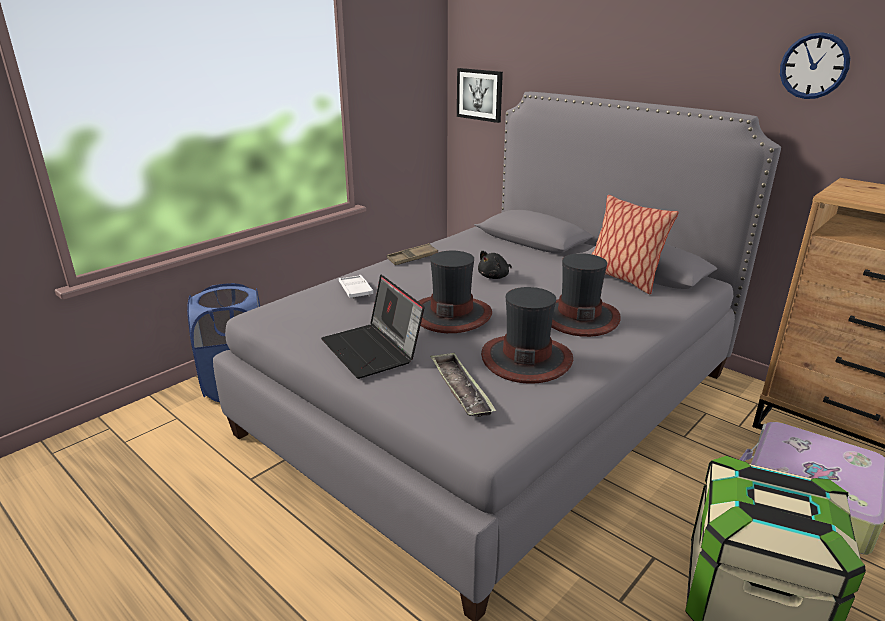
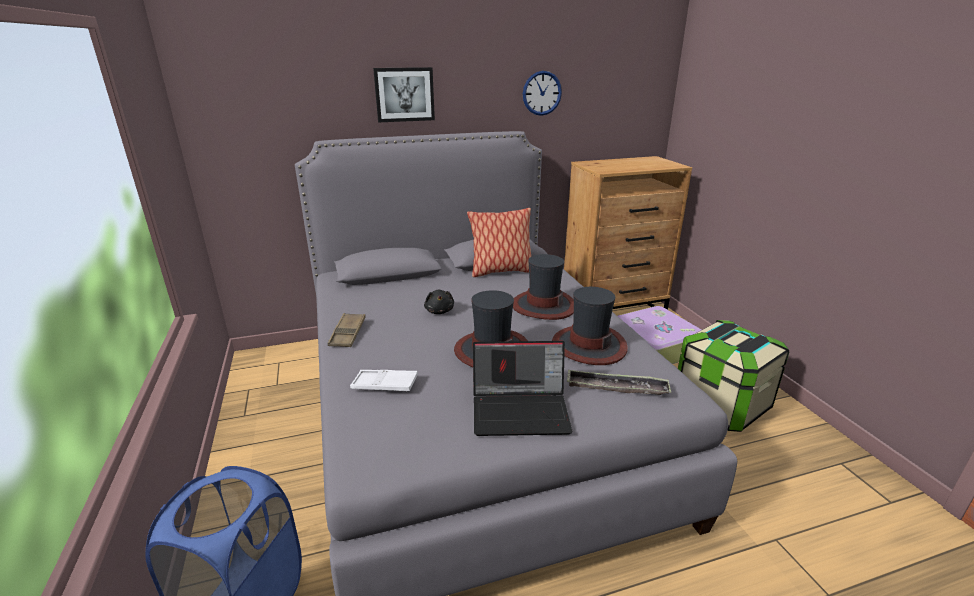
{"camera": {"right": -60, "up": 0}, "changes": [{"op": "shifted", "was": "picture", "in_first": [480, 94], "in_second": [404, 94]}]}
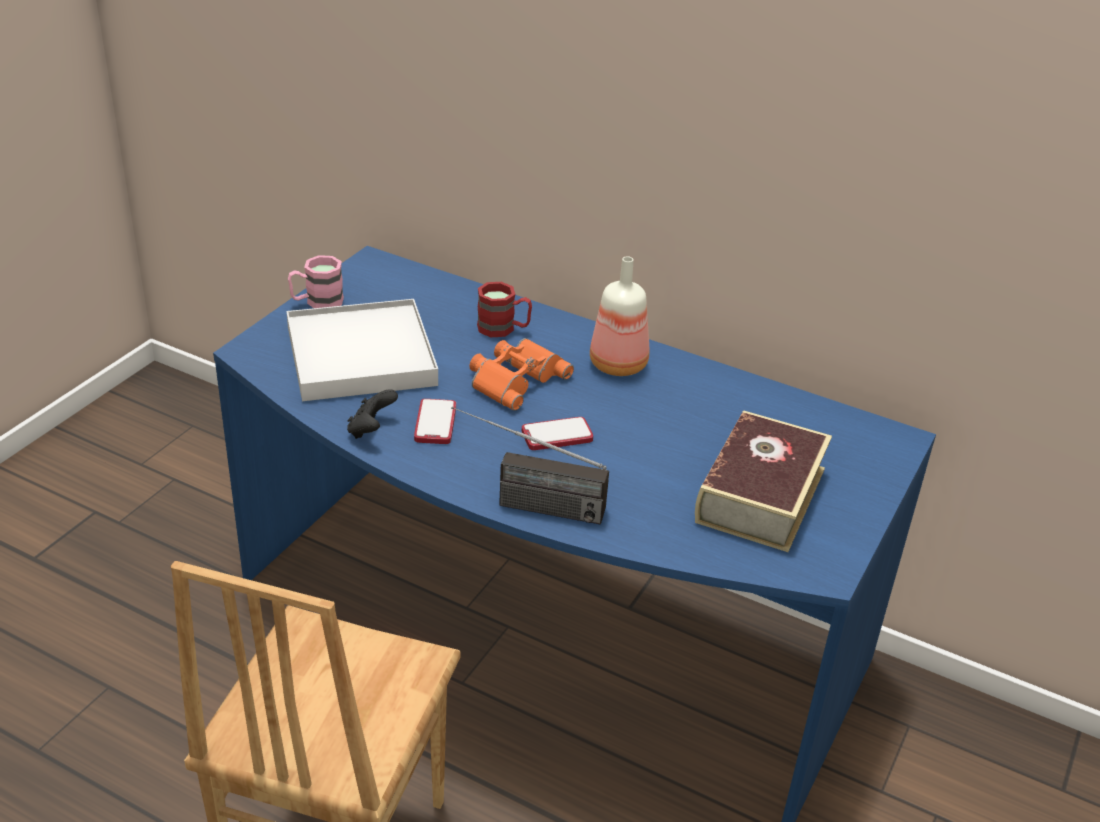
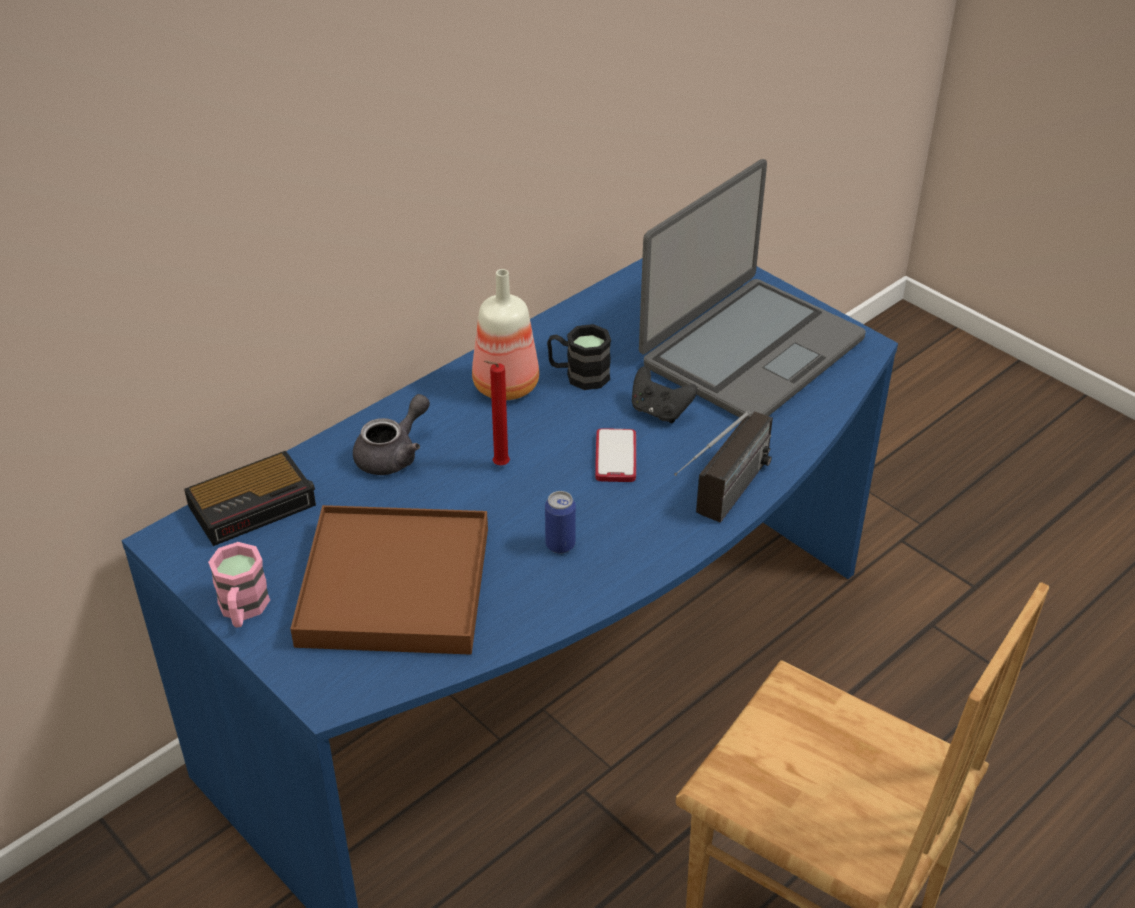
{"camera": {"right": -70, "up": 5}, "changes": [{"op": "swapped", "was": "red mug", "now": "grey teapot", "in_first": [503, 328], "in_second": [393, 454]}, {"op": "repainted", "was": "white tray", "now": "brown tray", "in_first": [361, 356], "in_second": [394, 586]}, {"op": "swapped", "was": "orange binoculars", "now": "red candle", "in_first": [515, 378], "in_second": [498, 466]}, {"op": "shifted", "was": "black game controller", "in_first": [371, 430], "in_second": [659, 411]}, {"op": "swapped", "was": "phone", "now": "can", "in_first": [435, 423], "in_second": [560, 544]}, {"op": "swapped", "was": "book", "now": "laptop", "in_first": [760, 495], "in_second": [750, 351]}, {"op": "new", "now": "black mug", "in_second": [578, 375]}, {"op": "new", "now": "alarm clock", "in_second": [254, 504]}]}
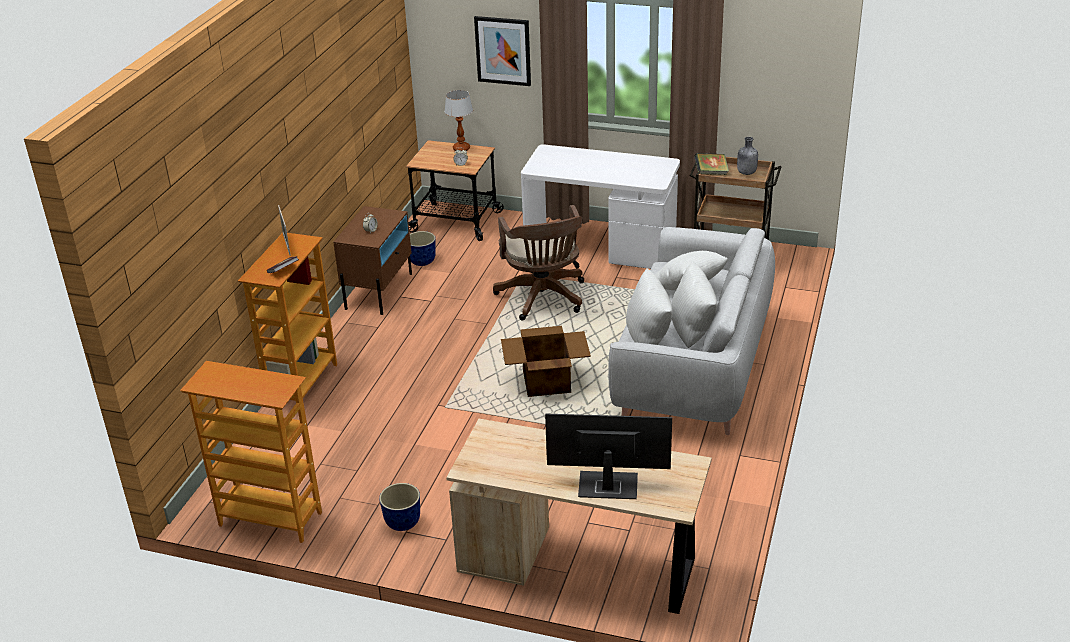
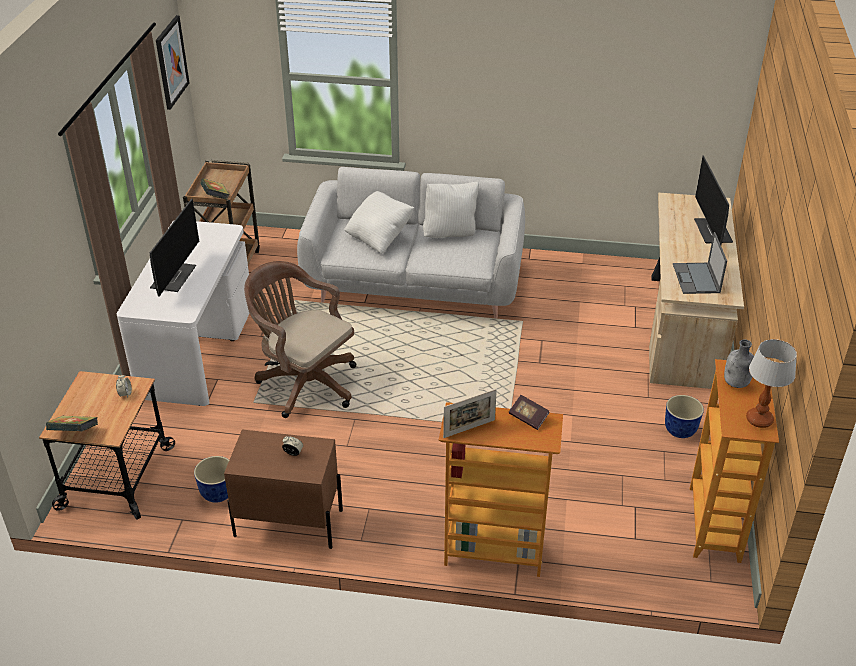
{"camera": {"right": -100, "up": 5}, "changes": [{"op": "shifted", "was": "picture", "in_first": [503, 50], "in_second": [171, 62]}, {"op": "shifted", "was": "table lamp", "in_first": [461, 148], "in_second": [759, 419]}, {"op": "shifted", "was": "grey bottle", "in_first": [746, 173], "in_second": [736, 383]}, {"op": "rotated", "was": "brown office chair", "in_first": [543, 299], "in_second": [304, 382], "clockwise": -120}, {"op": "gone", "was": "white pillow", "in_first": [649, 340]}, {"op": "gone", "was": "cardboard box", "in_first": [545, 382]}, {"op": "new", "now": "monitor", "in_second": [174, 277]}, {"op": "new", "now": "laptop", "in_second": [696, 279]}, {"op": "new", "now": "book", "in_second": [75, 433]}]}
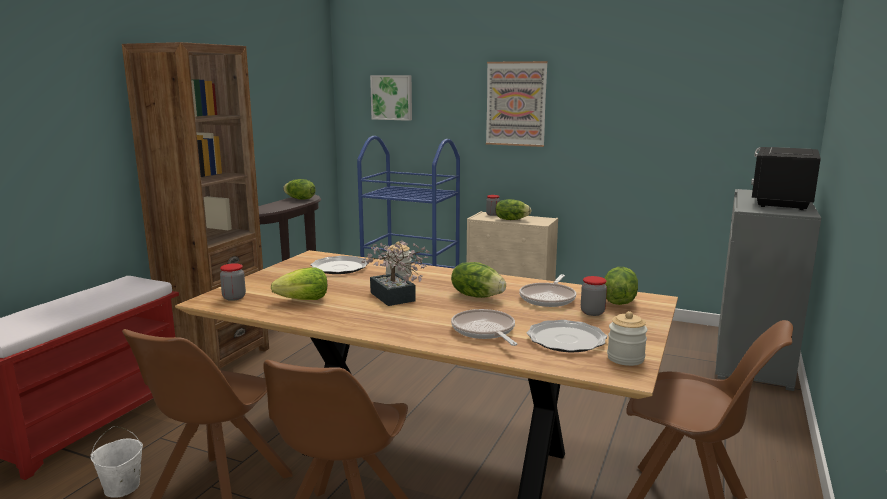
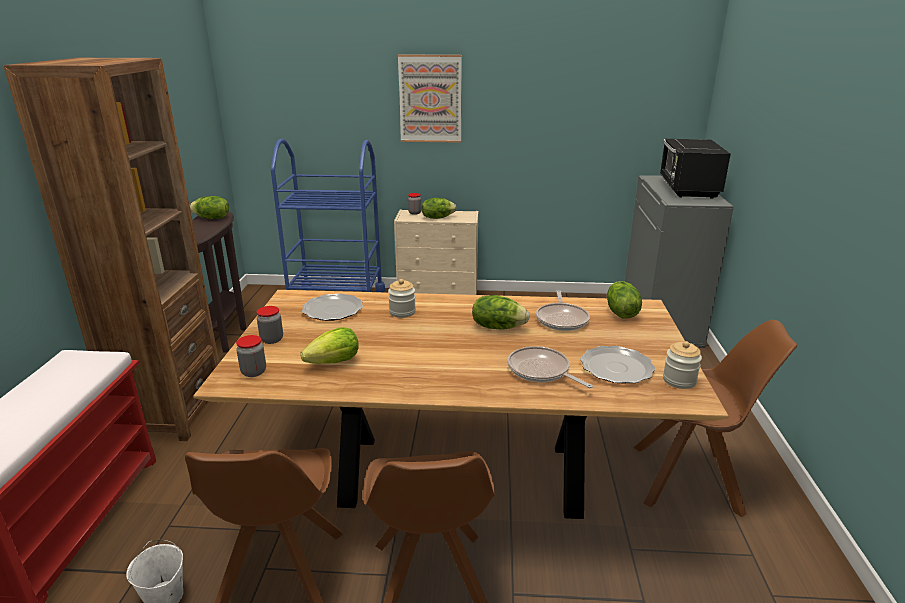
{"camera": {"right": -20, "up": 10}, "changes": [{"op": "gone", "was": "picture", "in_first": [392, 97]}, {"op": "gone", "was": "potted plant", "in_first": [394, 298]}, {"op": "shifted", "was": "jar", "in_first": [592, 312], "in_second": [272, 339]}]}
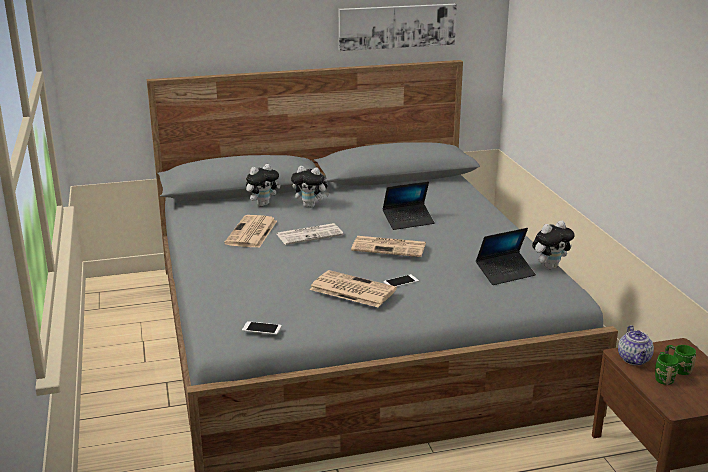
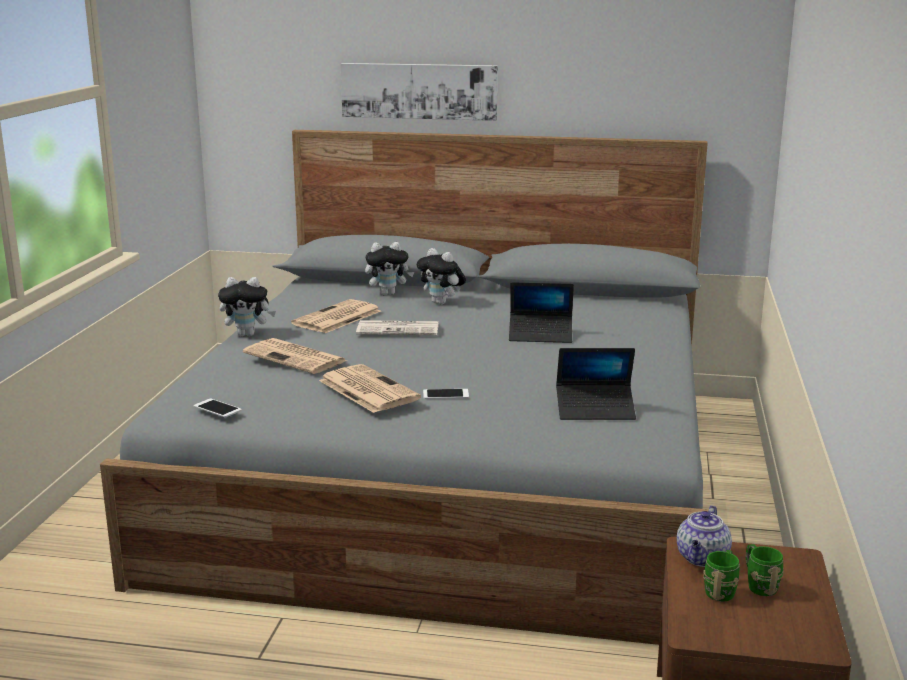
{"camera": {"right": 25, "up": -5}, "changes": [{"op": "shifted", "was": "picture", "in_first": [397, 26], "in_second": [419, 91]}, {"op": "shifted", "was": "plush toy", "in_first": [550, 266], "in_second": [248, 334]}, {"op": "shifted", "was": "newspaper", "in_first": [390, 247], "in_second": [296, 357]}]}
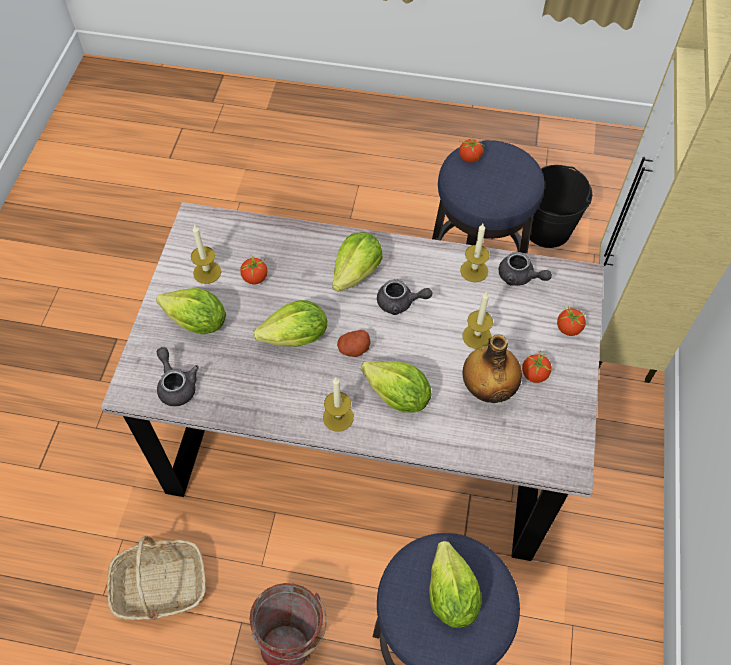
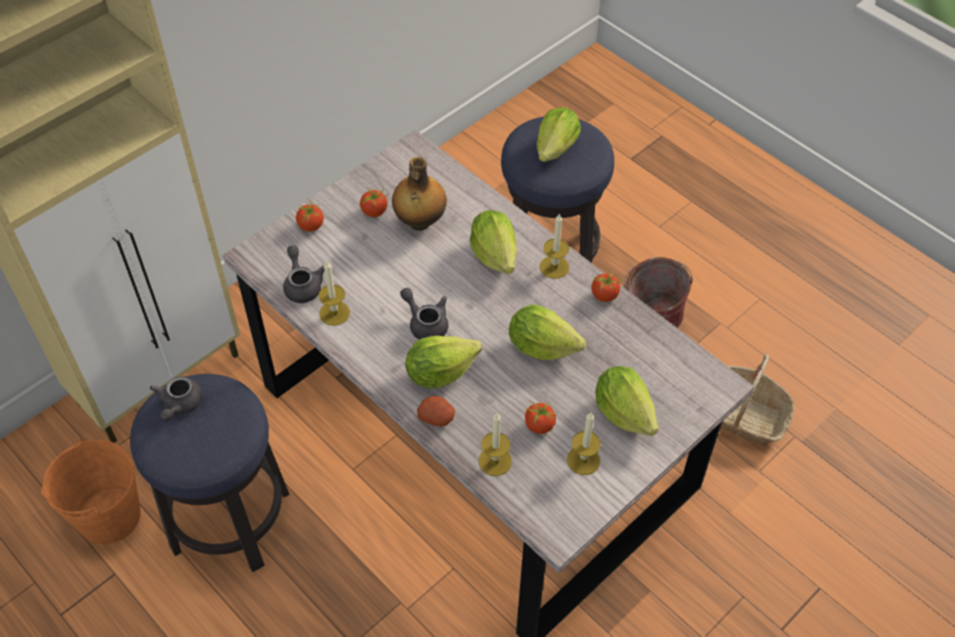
{"camera": {"right": -145, "up": -5}, "changes": [{"op": "shifted", "was": "tomato", "in_first": [469, 158], "in_second": [604, 295]}, {"op": "repainted", "was": "black bucket", "now": "orange bucket", "in_first": [547, 229], "in_second": [109, 516]}, {"op": "shifted", "was": "candle", "in_first": [476, 336], "in_second": [495, 461]}, {"op": "shifted", "was": "potato", "in_first": [354, 349], "in_second": [437, 417]}, {"op": "shifted", "was": "grey teapot", "in_first": [176, 385], "in_second": [180, 405]}]}
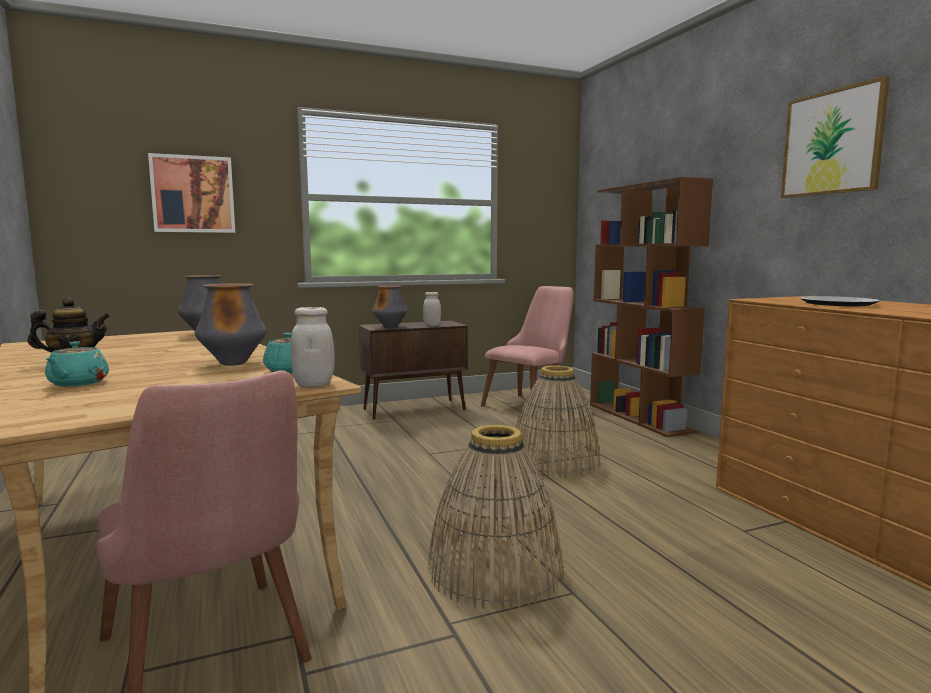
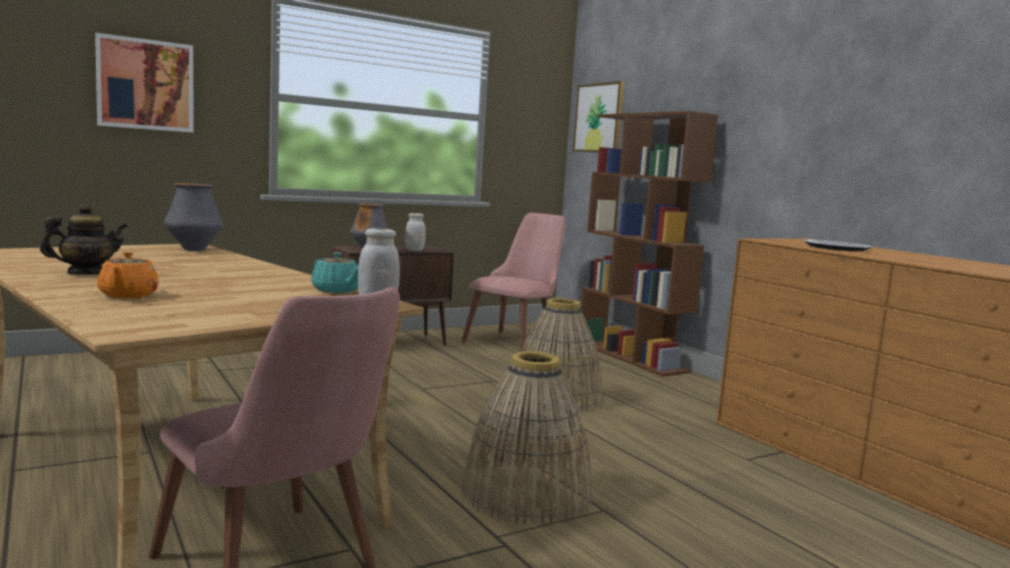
{"camera": {"right": -10, "up": 0}, "changes": [{"op": "shifted", "was": "picture", "in_first": [832, 142], "in_second": [599, 118]}, {"op": "gone", "was": "vase", "in_first": [233, 363]}, {"op": "repainted", "was": "turquoise teapot", "now": "orange teapot", "in_first": [77, 383], "in_second": [128, 295]}]}
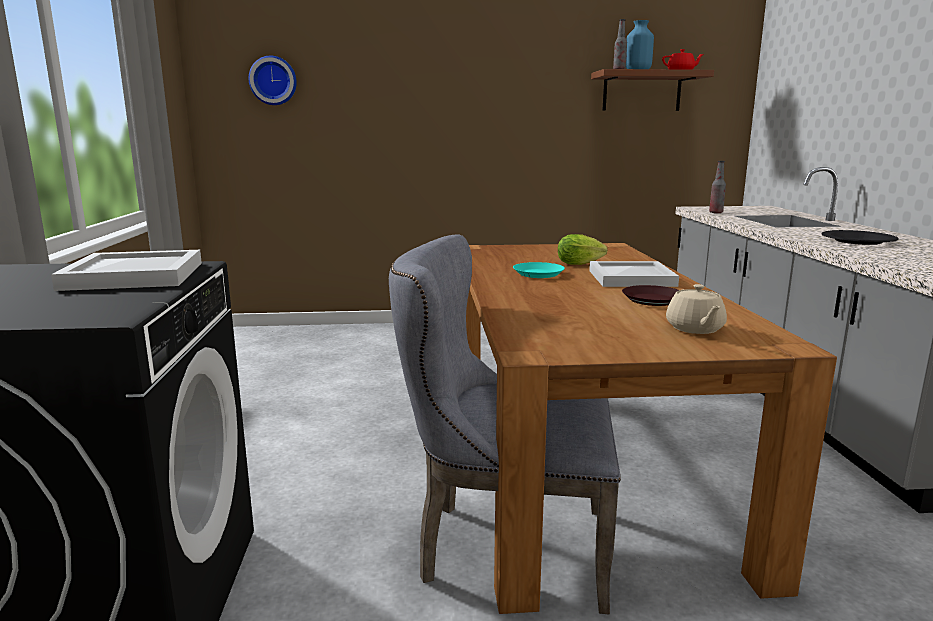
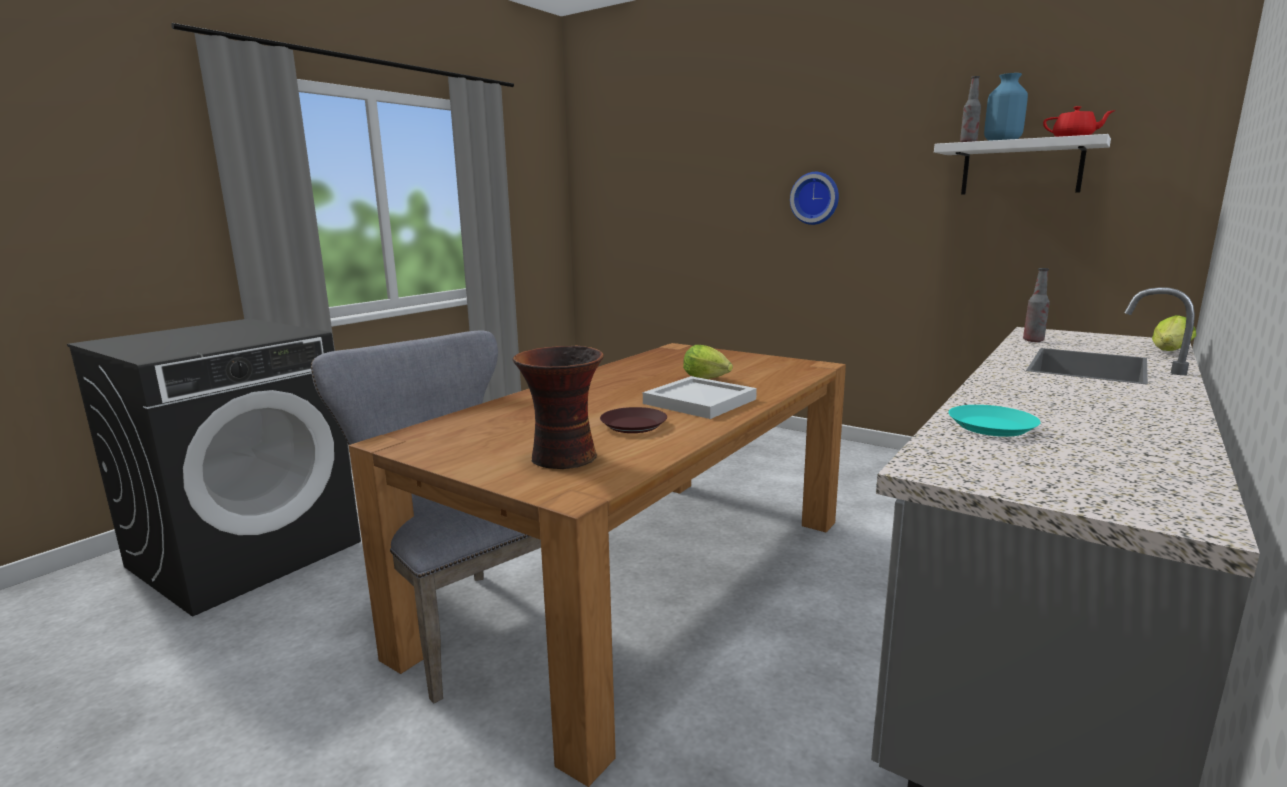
{"camera": {"right": 40, "up": 0}, "changes": [{"op": "shifted", "was": "wall clock", "in_first": [273, 81], "in_second": [815, 198]}, {"op": "repainted", "was": "brown shelf", "now": "white shelf", "in_first": [642, 92], "in_second": [1021, 168]}, {"op": "gone", "was": "black plate", "in_first": [858, 241]}, {"op": "gone", "was": "white tray", "in_first": [136, 276]}, {"op": "shifted", "was": "turquoise plate", "in_first": [538, 274], "in_second": [991, 427]}, {"op": "swapped", "was": "beige teapot", "now": "vase", "in_first": [695, 329], "in_second": [563, 458]}, {"op": "new", "now": "lettuce", "in_second": [1169, 352]}]}
